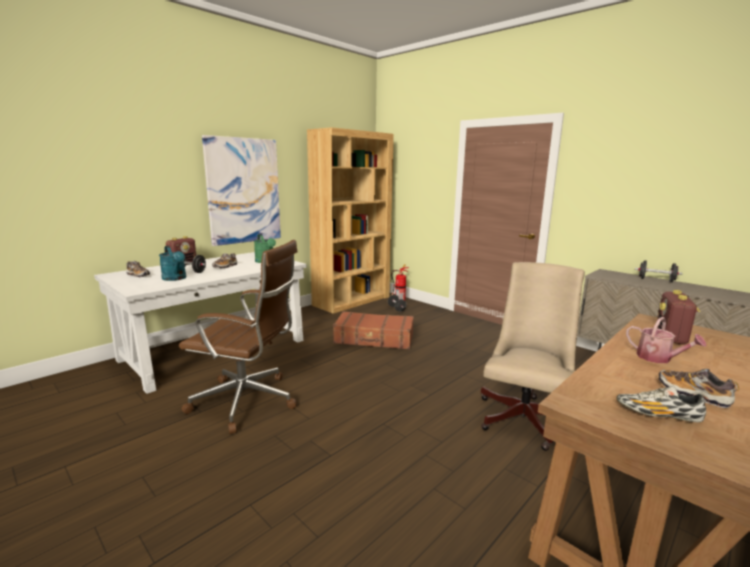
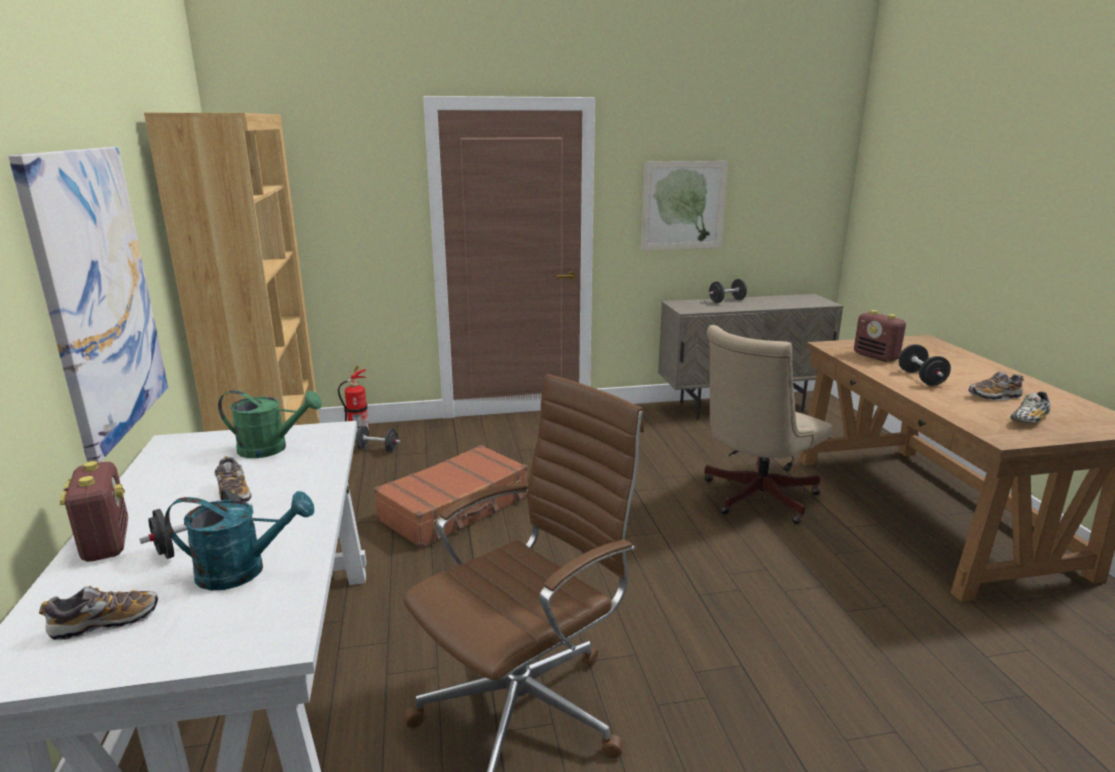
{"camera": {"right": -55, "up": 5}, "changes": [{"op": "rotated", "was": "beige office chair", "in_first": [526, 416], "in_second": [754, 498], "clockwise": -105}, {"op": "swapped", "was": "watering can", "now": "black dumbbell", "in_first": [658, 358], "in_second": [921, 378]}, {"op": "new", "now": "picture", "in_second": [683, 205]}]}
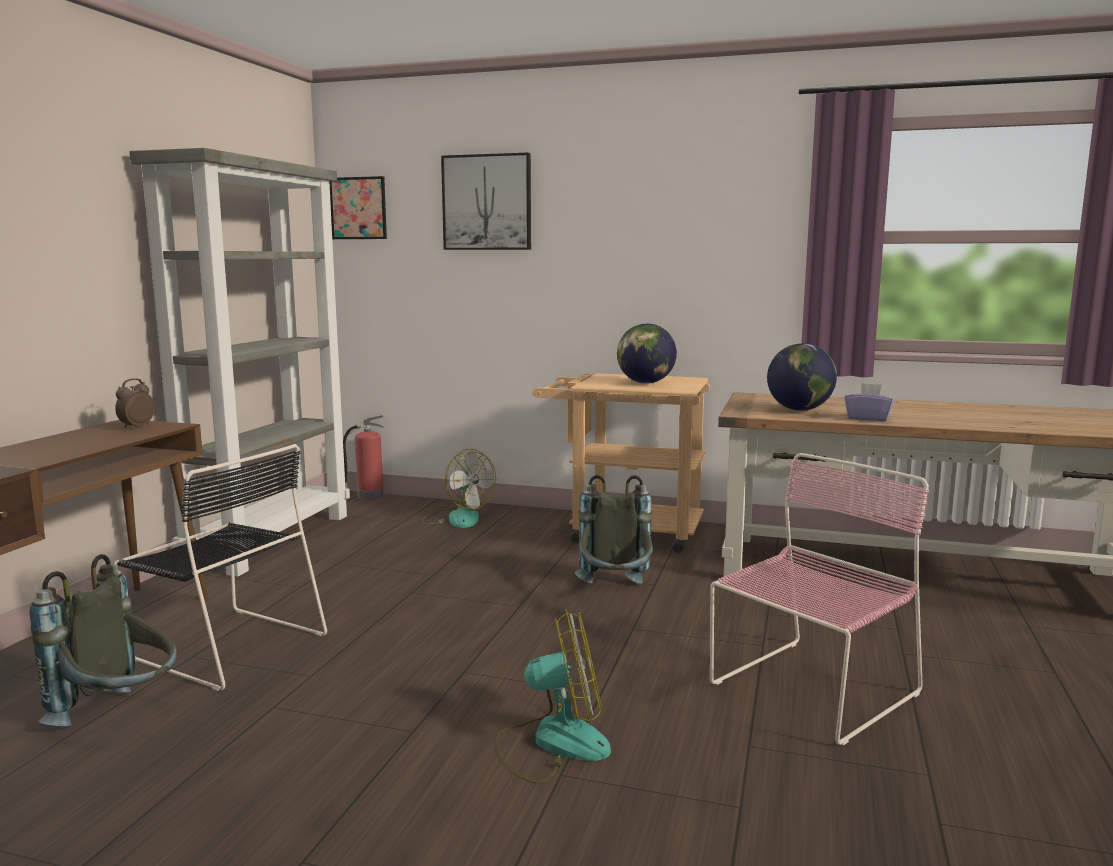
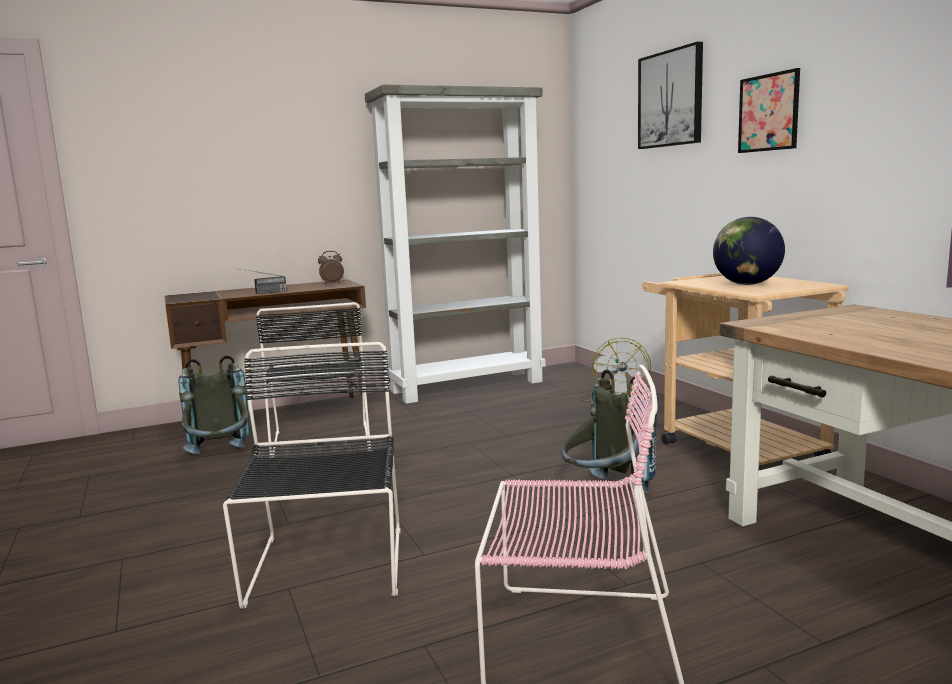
{"camera": {"right": 50, "up": 0}, "changes": [{"op": "shifted", "was": "picture", "in_first": [358, 208], "in_second": [768, 112]}, {"op": "gone", "was": "globe", "in_first": [799, 410]}, {"op": "gone", "was": "purple tissue box", "in_first": [868, 418]}, {"op": "gone", "was": "fire extinguisher", "in_first": [368, 496]}, {"op": "swapped", "was": "fan", "now": "black chair", "in_first": [552, 743], "in_second": [327, 568]}, {"op": "new", "now": "radio", "in_second": [263, 293]}]}
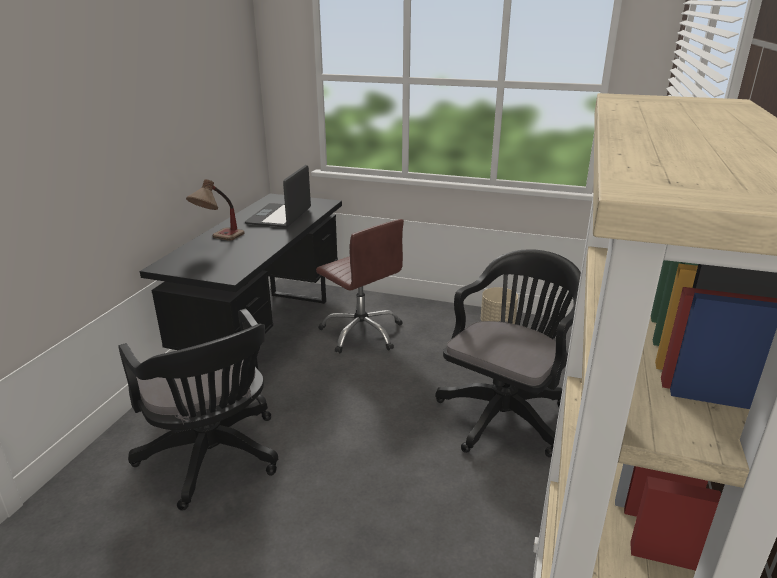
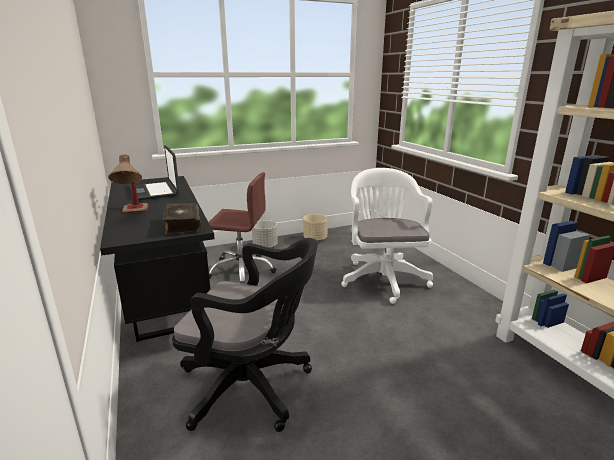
{"camera": {"right": -40, "up": -5}, "changes": [{"op": "repainted", "was": "black office chair", "now": "white office chair", "in_first": [505, 413], "in_second": [383, 278]}, {"op": "new", "now": "book", "in_second": [182, 225]}, {"op": "new", "now": "grey planter", "in_second": [265, 246]}]}
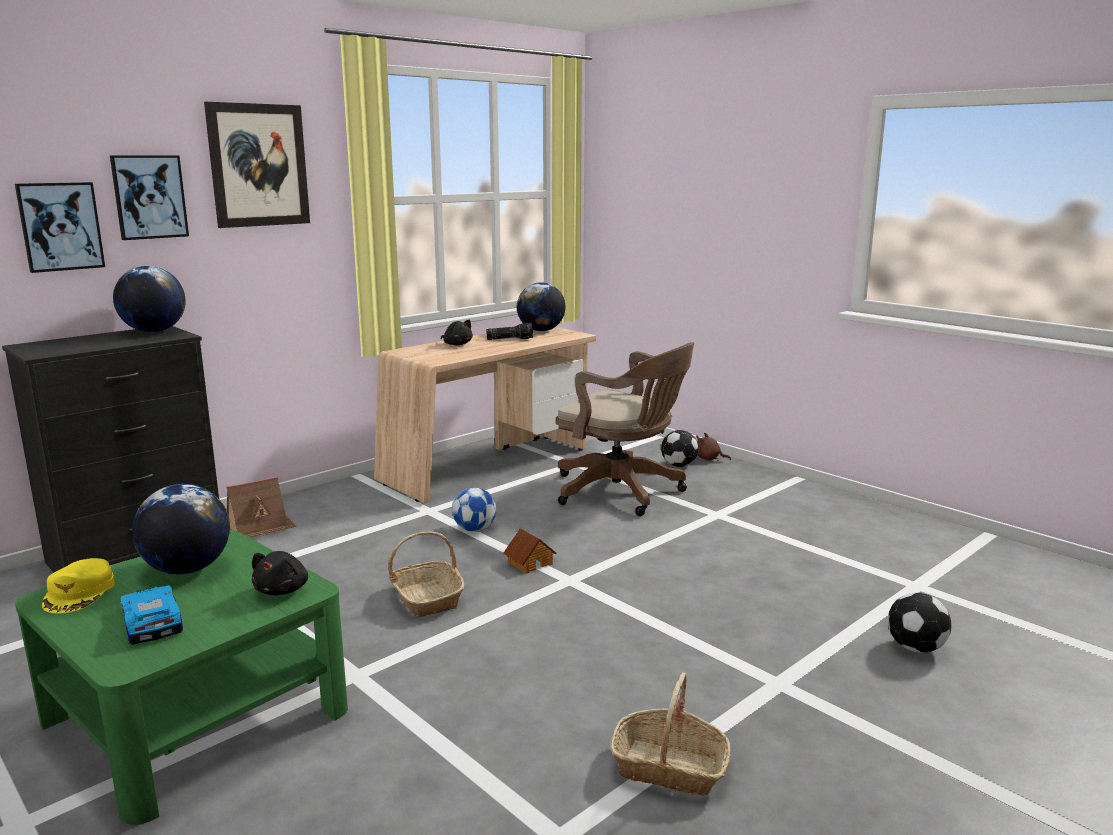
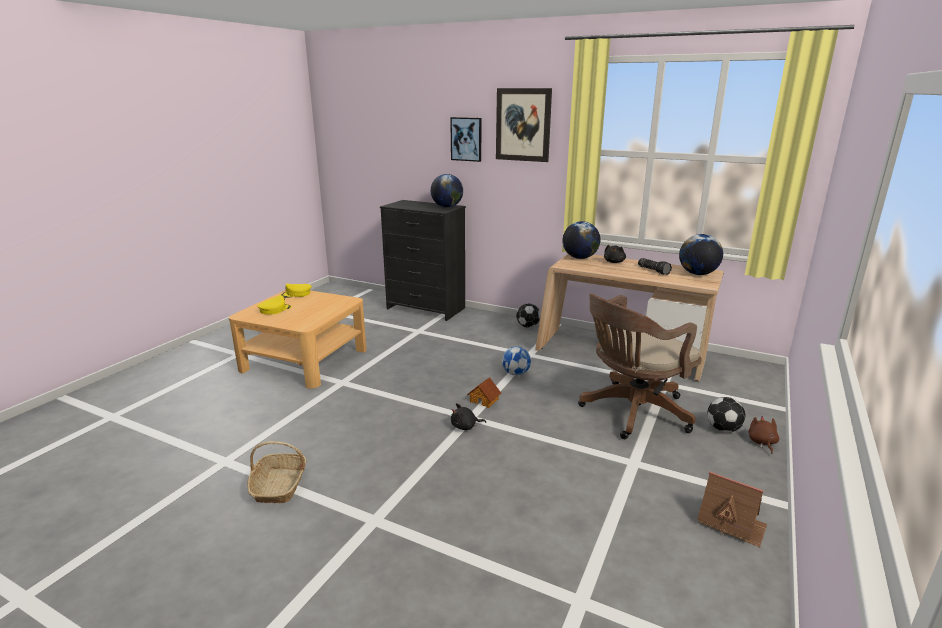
{"camera": {"right": 70, "up": 5}, "changes": [{"op": "gone", "was": "picture", "in_first": [60, 226]}, {"op": "rotated", "was": "brown office chair", "in_first": [623, 492], "in_second": [631, 412], "clockwise": 45}, {"op": "shifted", "was": "toy house", "in_first": [261, 527], "in_second": [731, 523]}, {"op": "shifted", "was": "globe", "in_first": [187, 569], "in_second": [579, 258]}, {"op": "repainted", "was": "green coffee table", "now": "beige coffee table", "in_first": [195, 716], "in_second": [304, 360]}, {"op": "gone", "was": "basket", "in_first": [426, 598]}, {"op": "shifted", "was": "black plush toy", "in_first": [283, 590], "in_second": [465, 427]}, {"op": "swapped", "was": "toy car", "now": "yellow cap", "in_first": [150, 621], "in_second": [275, 309]}, {"op": "shifted", "was": "football", "in_first": [916, 648], "in_second": [527, 326]}]}
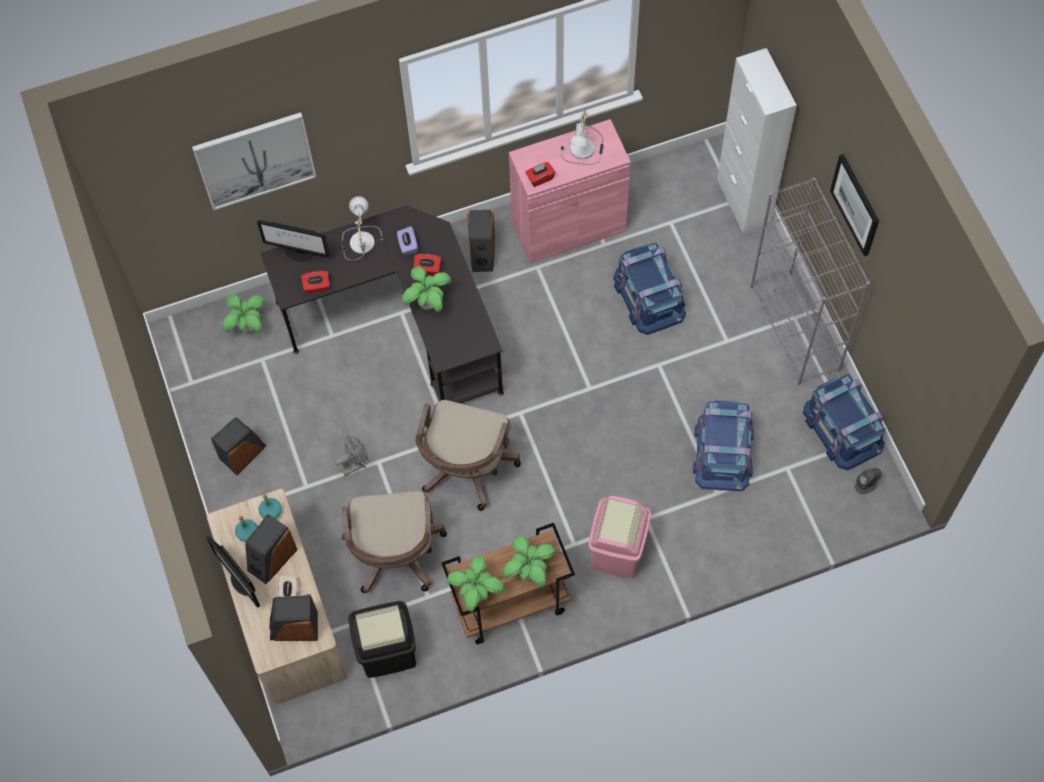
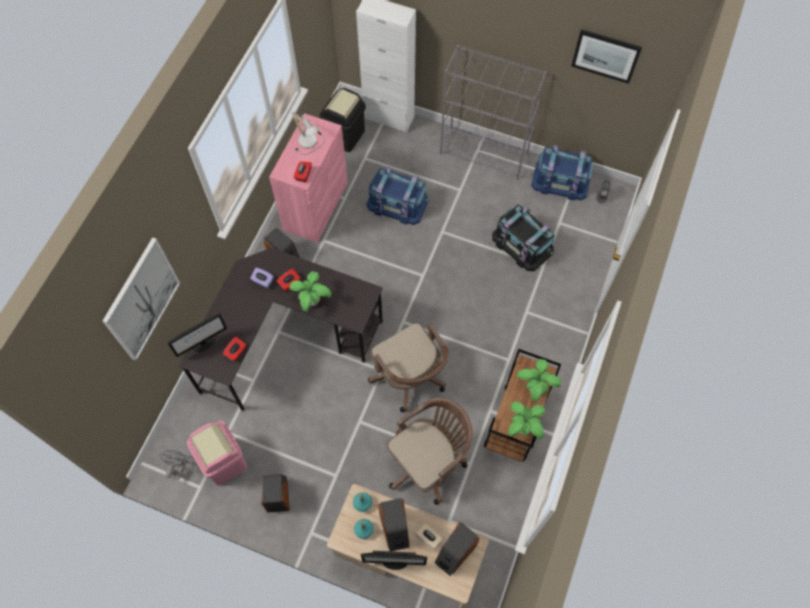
{"camera": {"right": -50, "up": 0}, "changes": [{"op": "shifted", "was": "picture", "in_first": [855, 204], "in_second": [606, 55]}, {"op": "gone", "was": "table lamp", "in_first": [359, 241]}, {"op": "gone", "was": "potted plant", "in_first": [248, 327]}, {"op": "repainted", "was": "blue storage box", "now": "black storage box", "in_first": [723, 452], "in_second": [522, 244]}, {"op": "shifted", "was": "grey fan", "in_first": [355, 464], "in_second": [178, 467]}, {"op": "rotated", "was": "brown office chair", "in_first": [395, 556], "in_second": [428, 461], "clockwise": -75}, {"op": "shifted", "was": "pink trash can", "in_first": [617, 551], "in_second": [223, 461]}, {"op": "shifted", "was": "black trash can", "in_first": [387, 652], "in_second": [345, 136]}]}
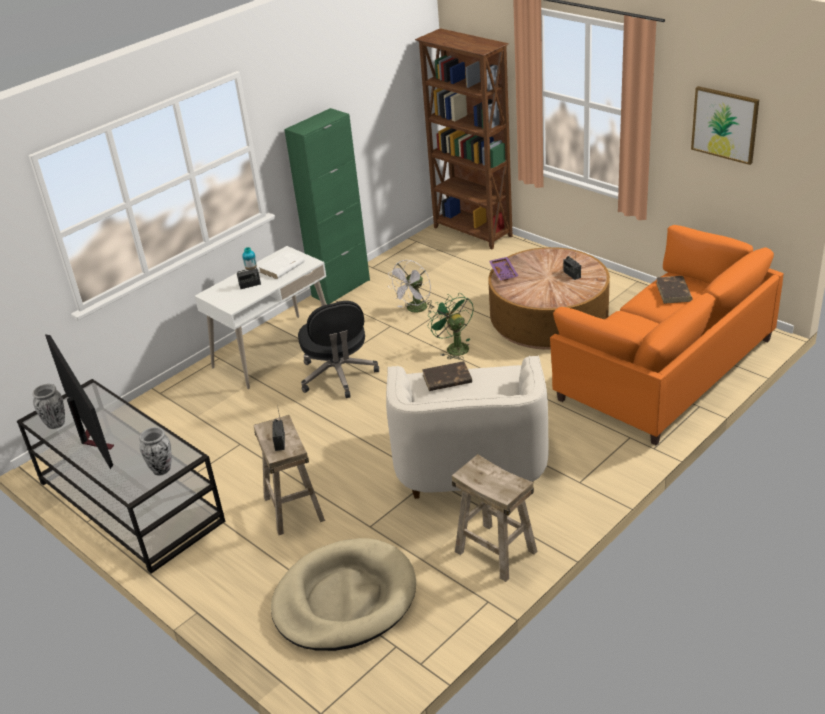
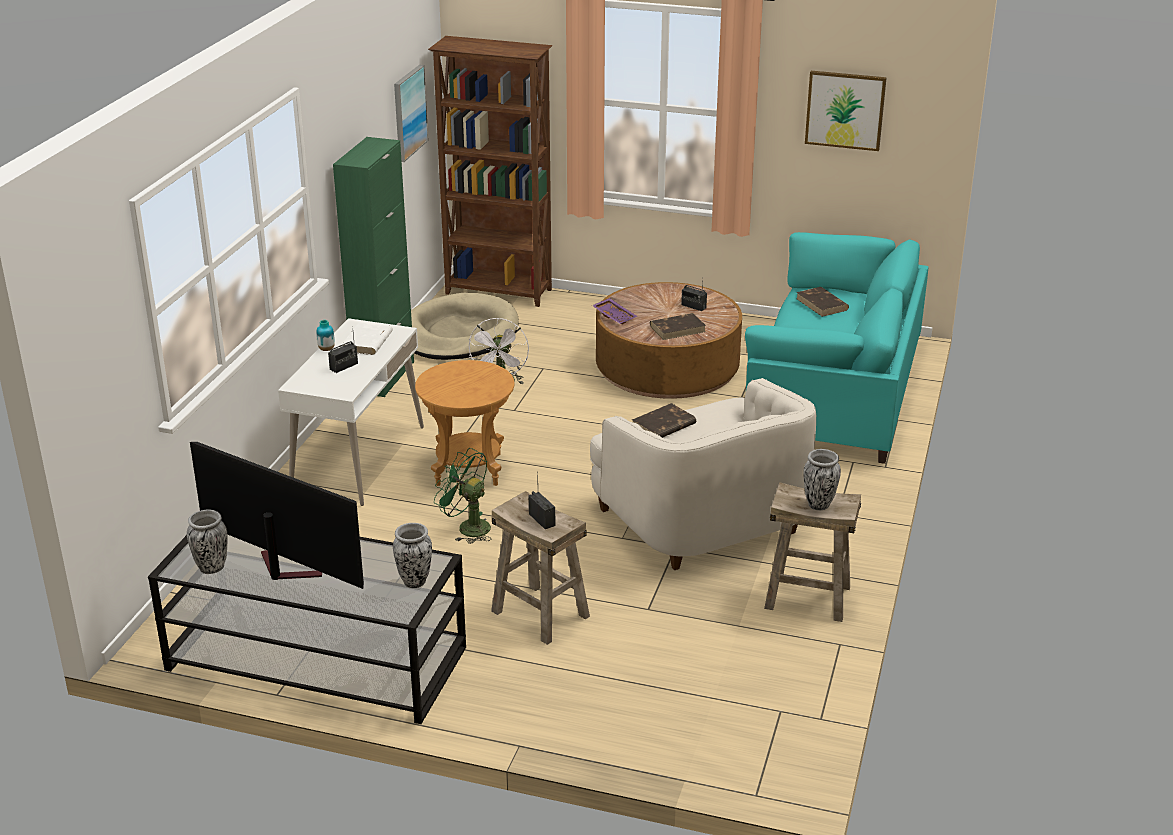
{"camera": {"right": -30, "up": -5}, "changes": [{"op": "repainted", "was": "orange sofa", "now": "turquoise sofa", "in_first": [664, 369], "in_second": [834, 392]}, {"op": "shifted", "was": "green fan", "in_first": [454, 347], "in_second": [467, 527]}, {"op": "swapped", "was": "black office chair", "now": "brown side table", "in_first": [338, 376], "in_second": [468, 469]}, {"op": "shifted", "was": "beige dog bed", "in_first": [344, 599], "in_second": [458, 333]}, {"op": "new", "now": "picture", "in_second": [409, 113]}, {"op": "new", "now": "brown book", "in_second": [678, 329]}, {"op": "new", "now": "vase", "in_second": [818, 504]}]}
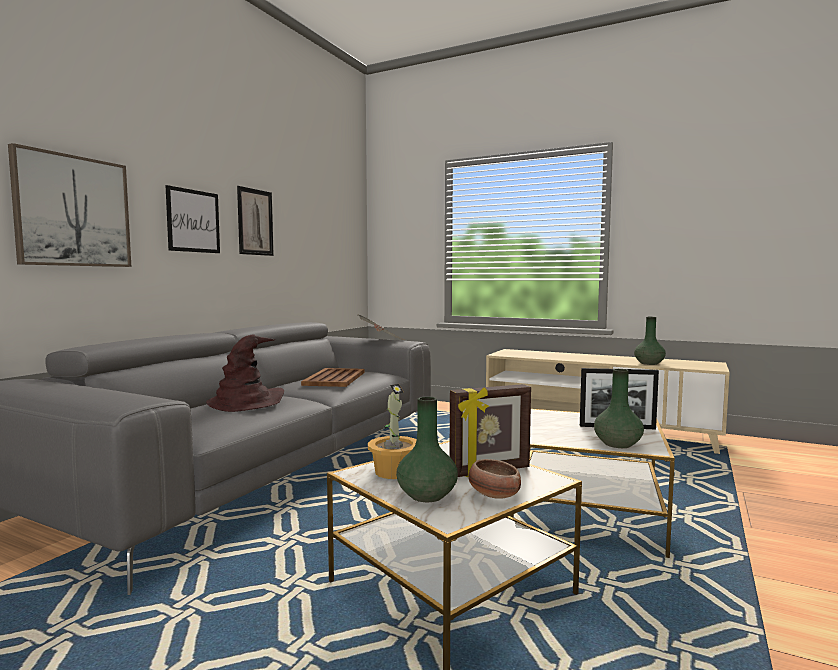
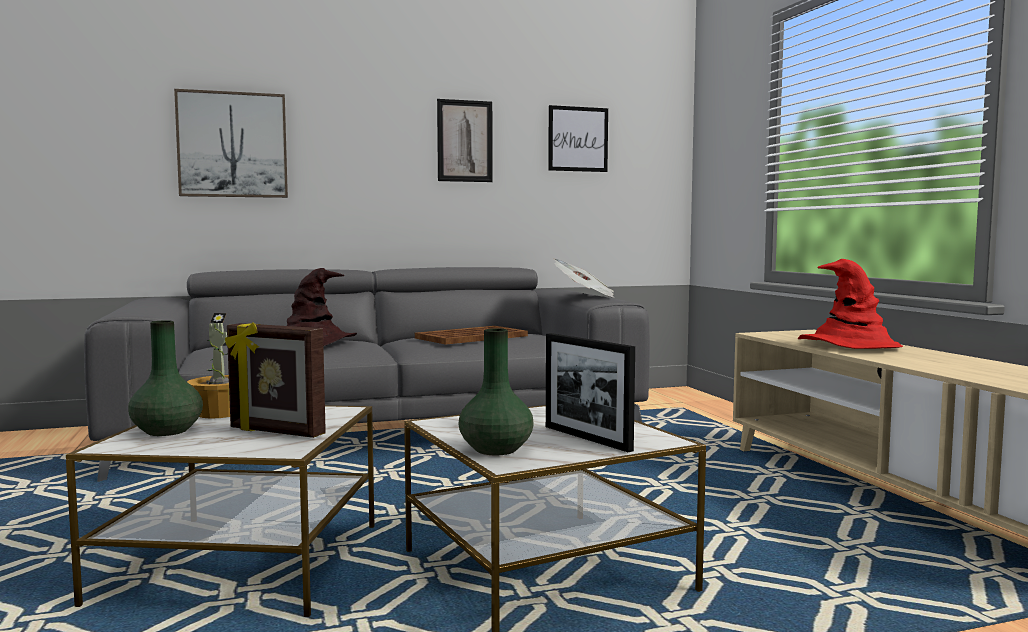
{"camera": {"right": 45, "up": 0}, "changes": [{"op": "shifted", "was": "picture", "in_first": [193, 221], "in_second": [578, 139]}, {"op": "gone", "was": "green vase", "in_first": [649, 363]}, {"op": "gone", "was": "bowl", "in_first": [493, 495]}, {"op": "new", "now": "red hat", "in_second": [847, 346]}]}
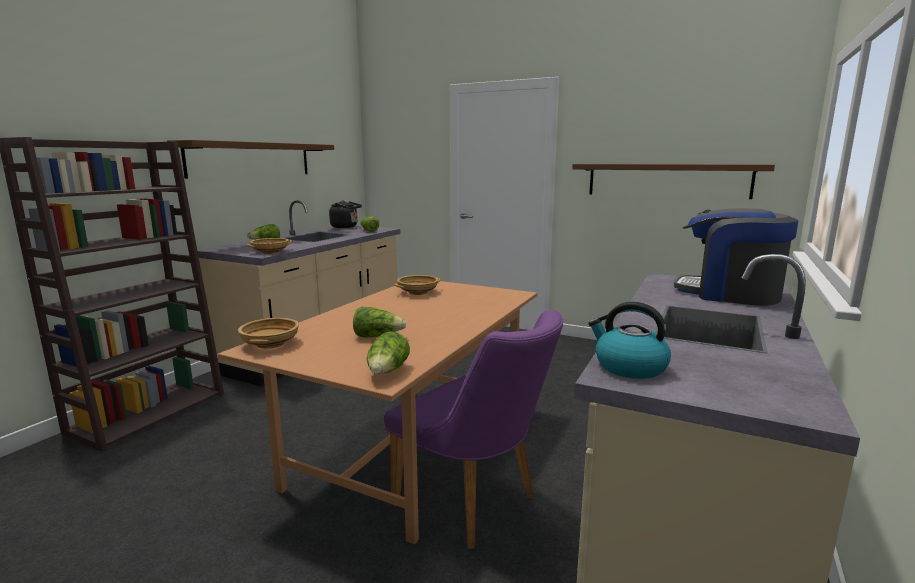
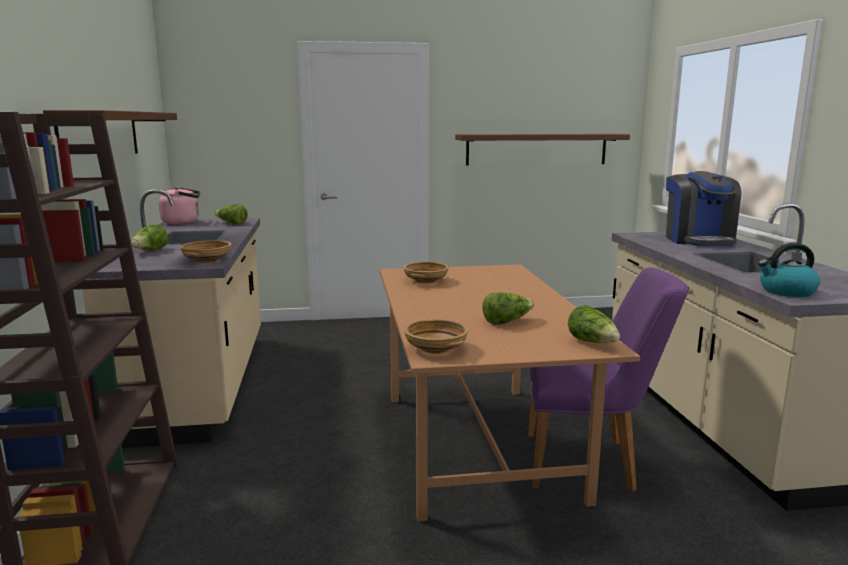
{"camera": {"right": -35, "up": 0}, "changes": [{"op": "repainted", "was": "black kettle", "now": "pink kettle", "in_first": [346, 227], "in_second": [183, 222]}, {"op": "rotated", "was": "coffee machine", "in_first": [729, 294], "in_second": [699, 240], "clockwise": -90}]}
